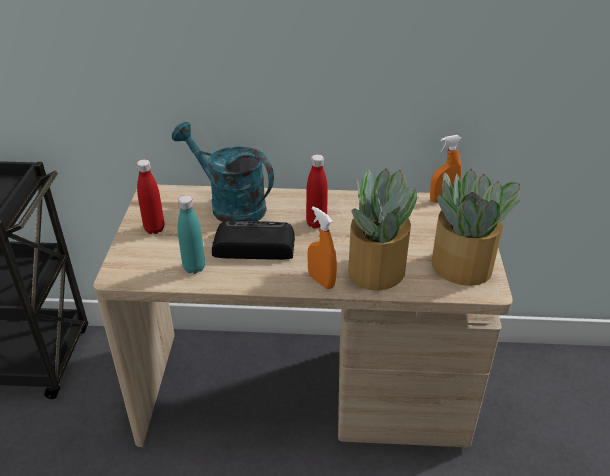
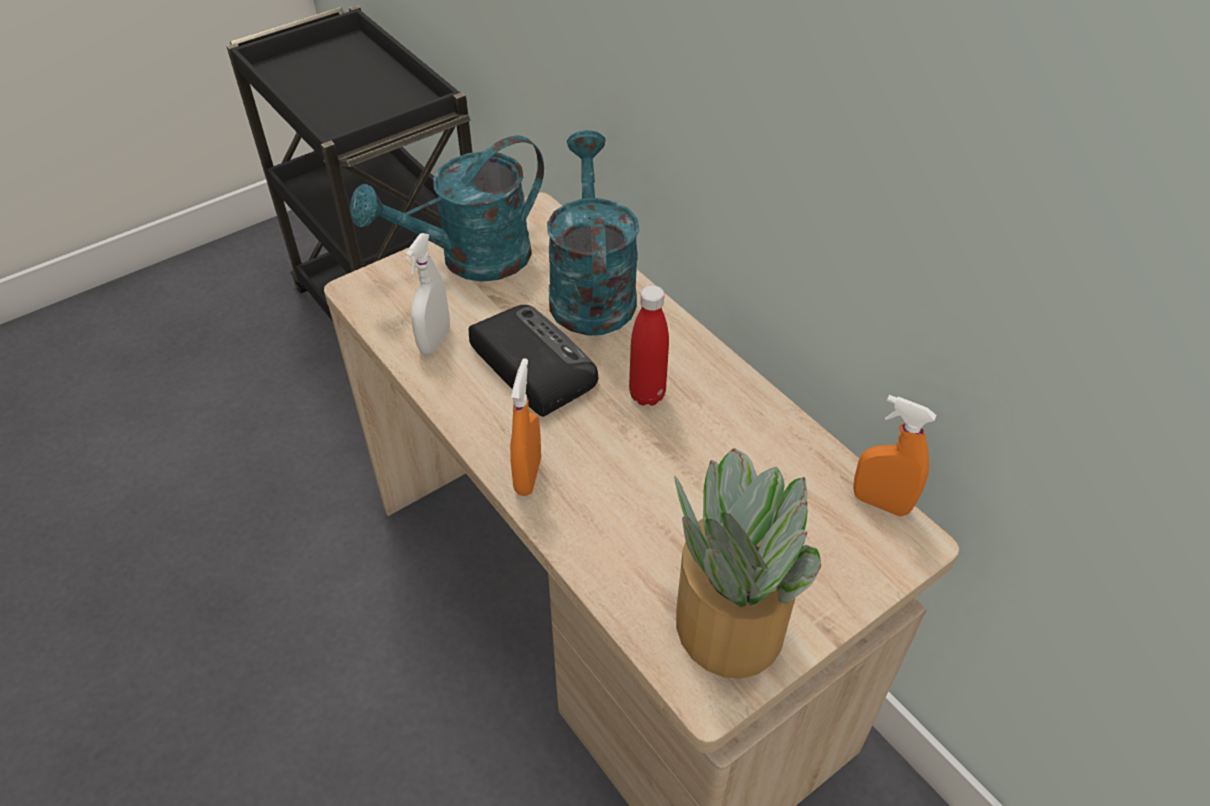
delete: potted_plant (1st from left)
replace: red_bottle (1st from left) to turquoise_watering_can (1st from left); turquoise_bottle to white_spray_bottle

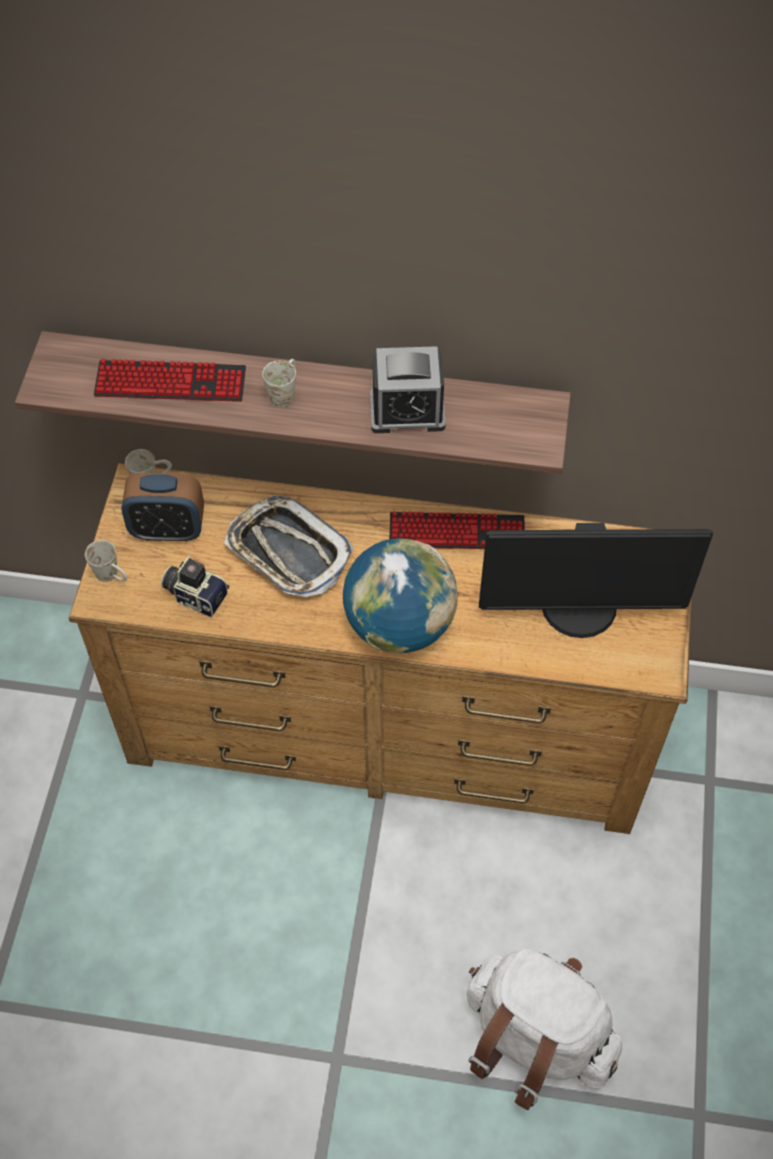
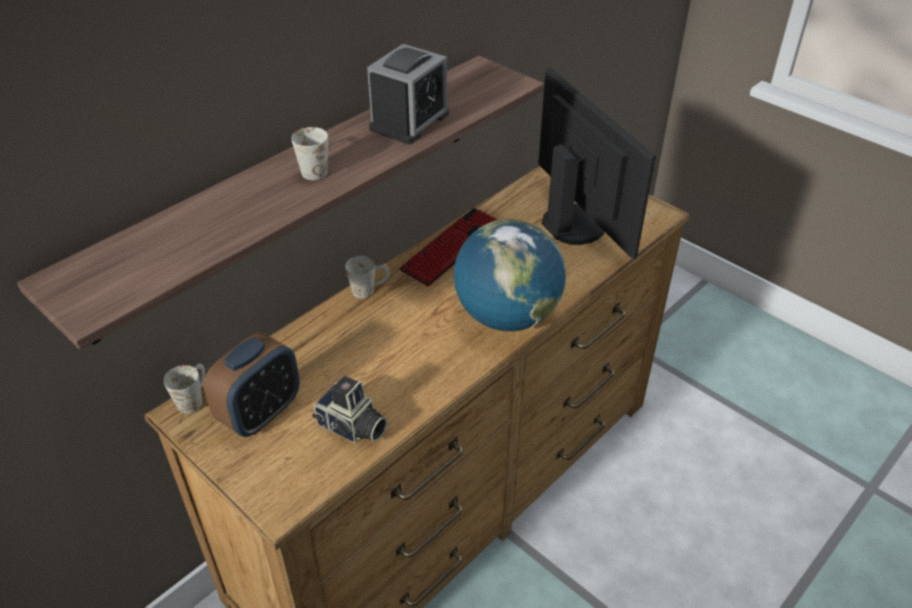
delete: keyboard (1st from left); tray; white_backpack
move: white_mug (1st from left in the first image) to white_mug (3rd from left)
rotate: monitor 60 degrees counterclockwise; photo_camera 120 degrees counterclockwise

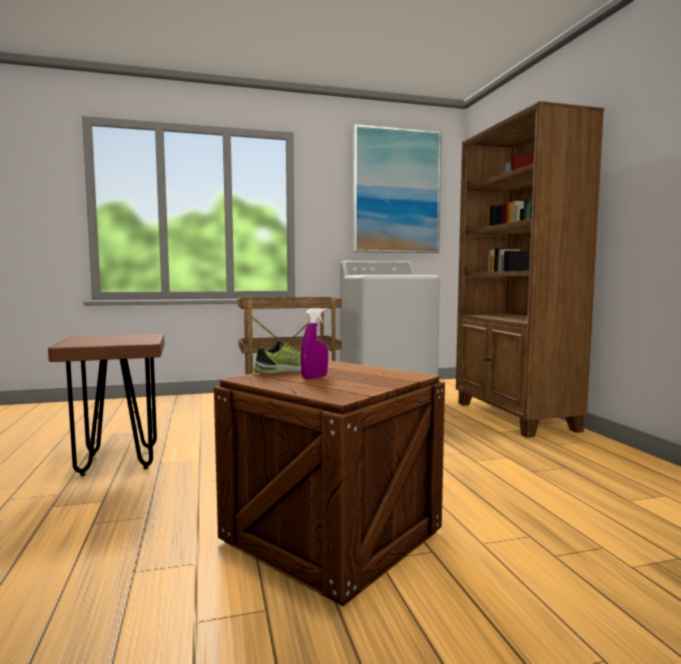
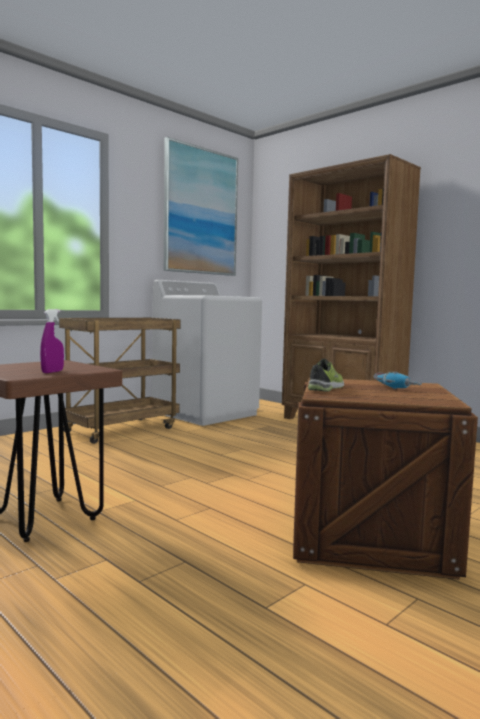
insert: power_drill
move: purple_spray_bottle

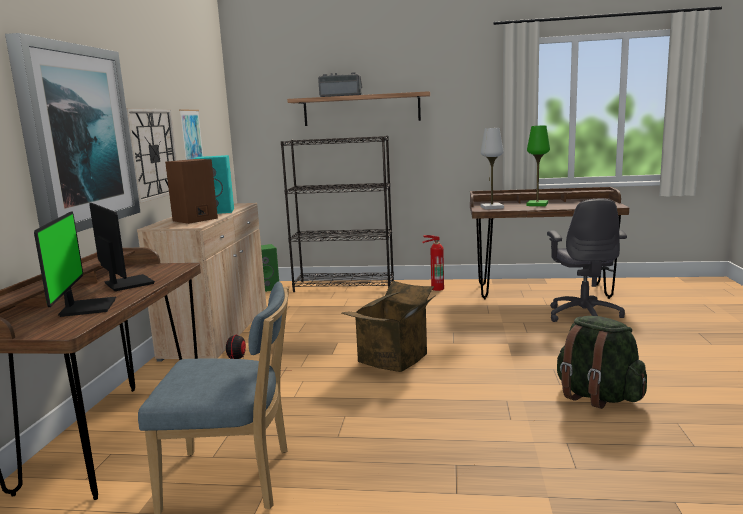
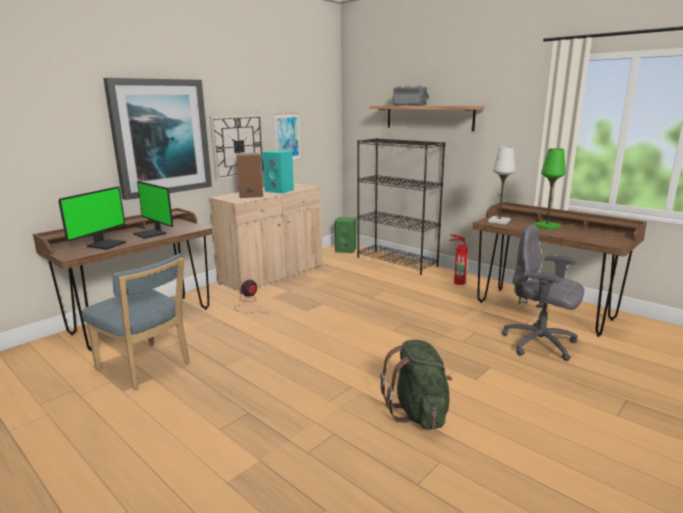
delete: cardboard_box
rotate: grey_office_chair 90 degrees clockwise; monitor (2nd from left) 135 degrees clockwise

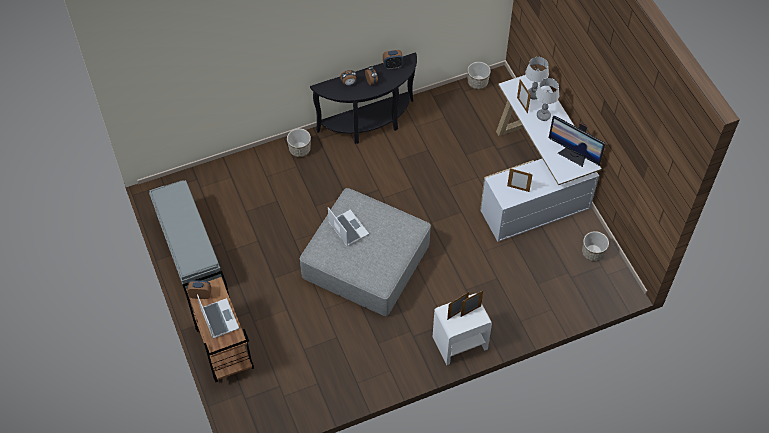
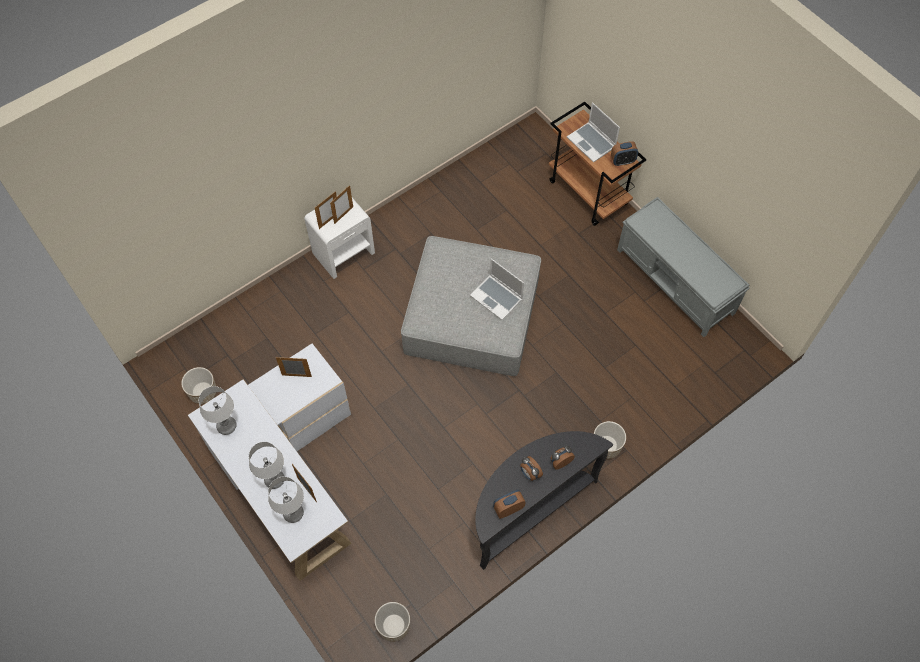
replace: monitor to table_lamp (1st from left)

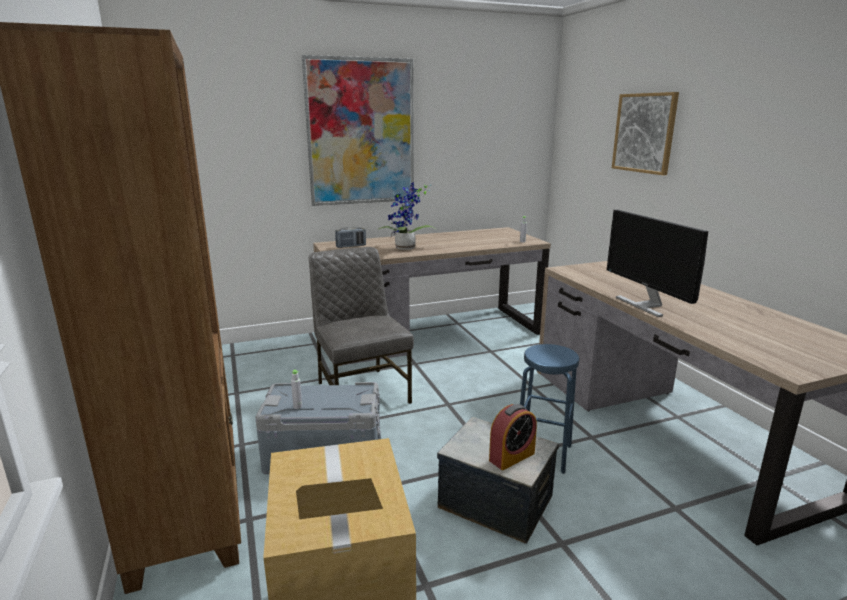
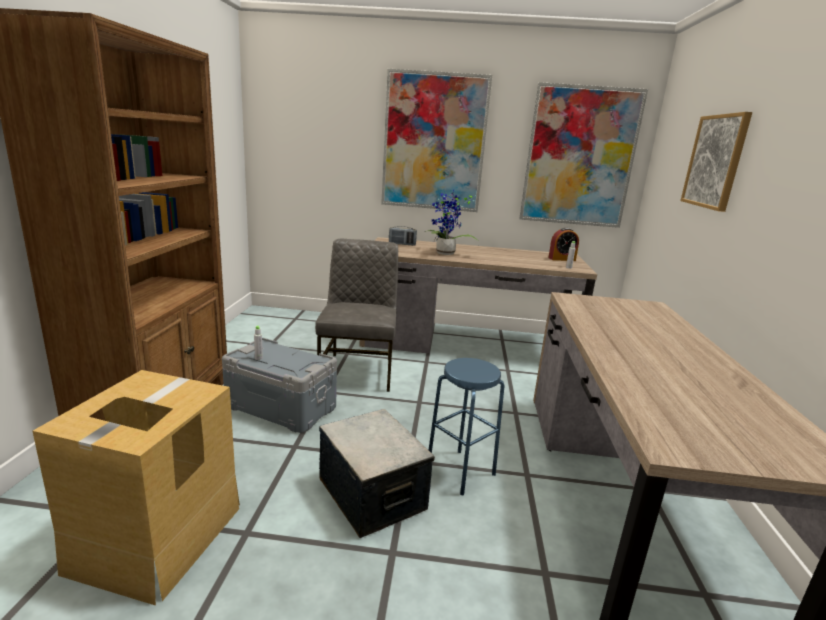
delete: monitor
insert: picture (2nd from left)
move: alarm_clock

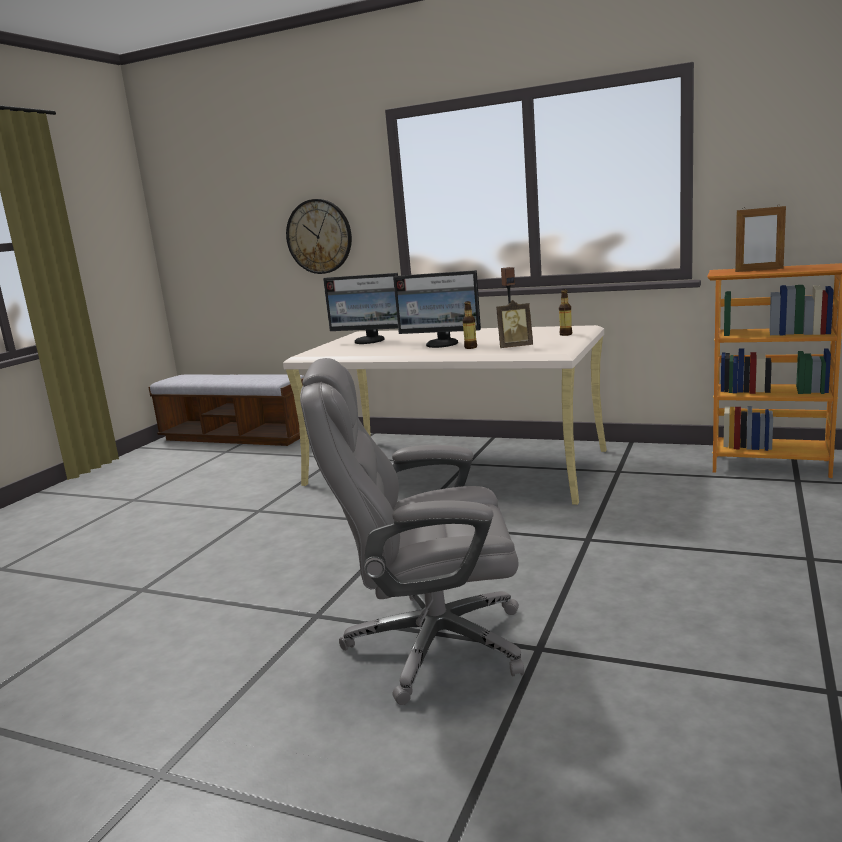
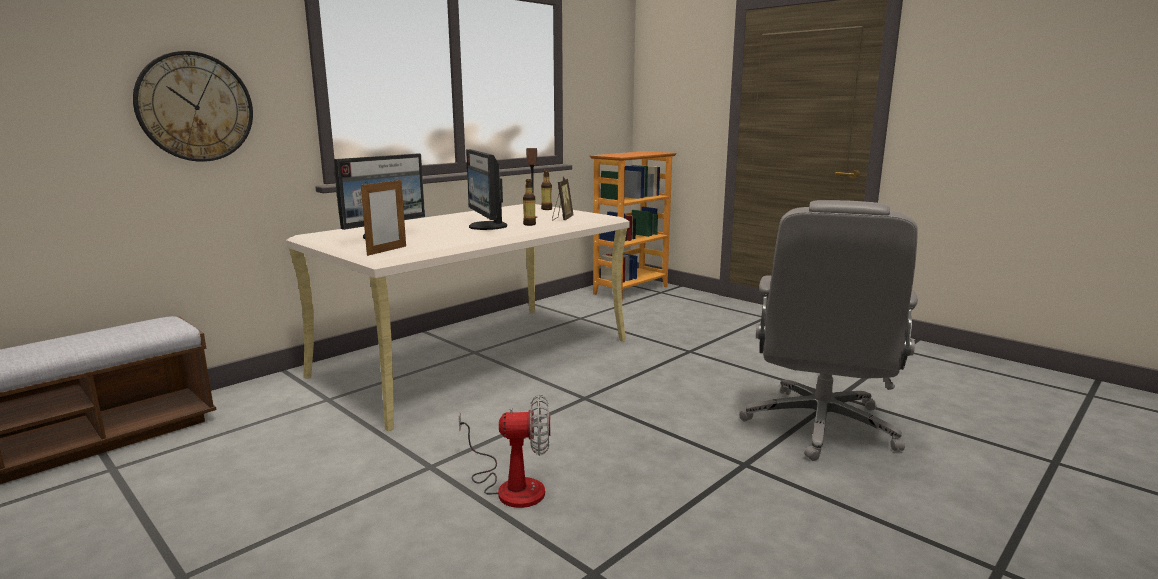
insert: fan
move: picture_frame (2nd from left in the first image) to picture_frame (1st from left)
rotate: monitor (2nd from left) 120 degrees clockwise

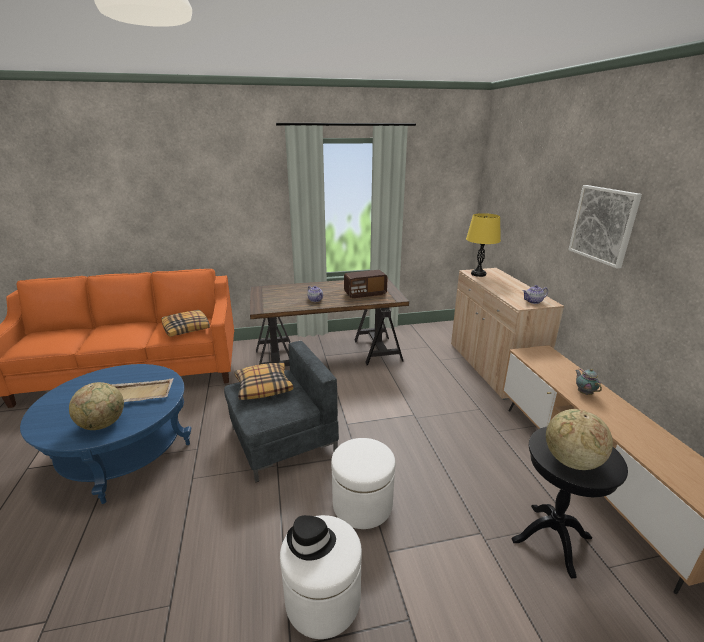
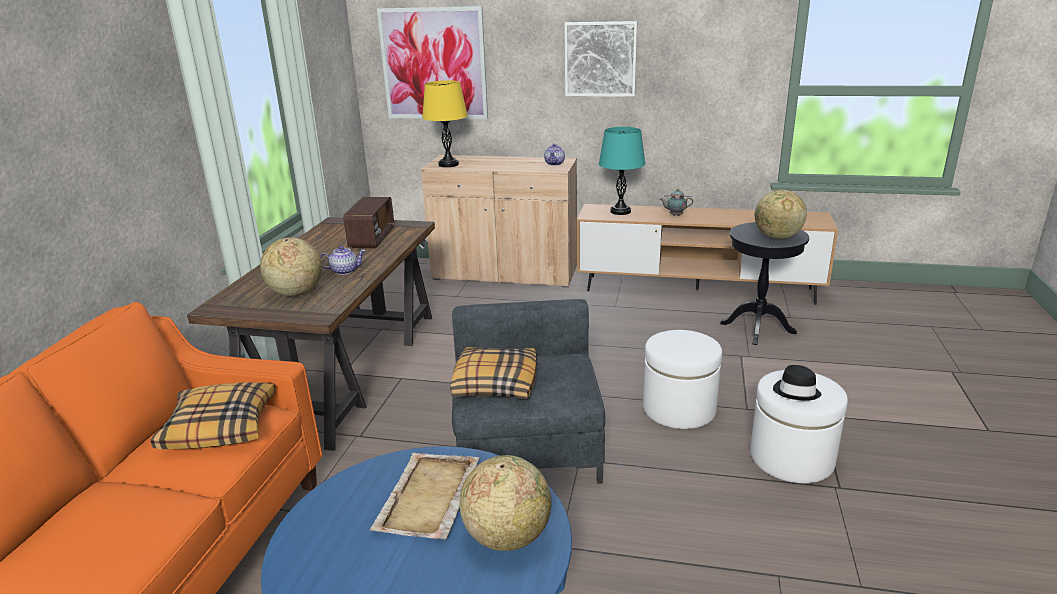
insert: picture (1st from left); turquoise_table_lamp; globe (1st from left)

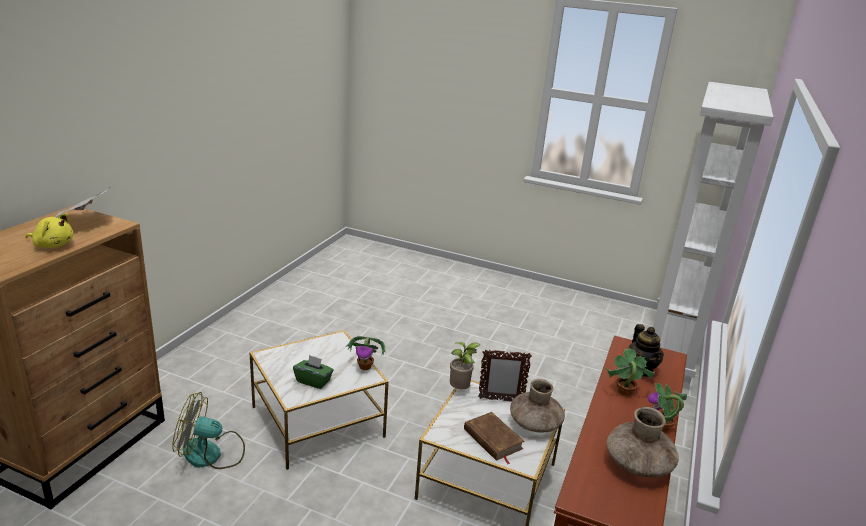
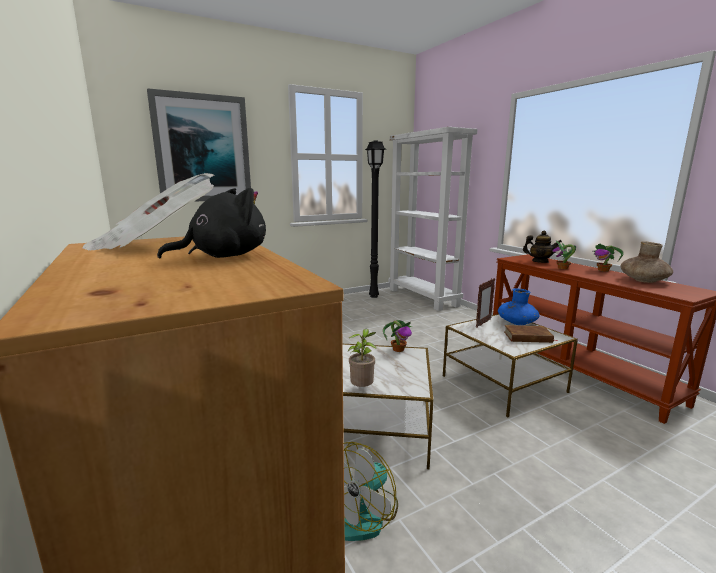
delete: green_tissue_box
insert: picture; black_floor_lamp
move: potted_plant (2nd from left in the first image) to potted_plant (1st from left)
recolor: yellow_plush_toy to black_plush_toy; brown_vase (1st from left) to blue_vase

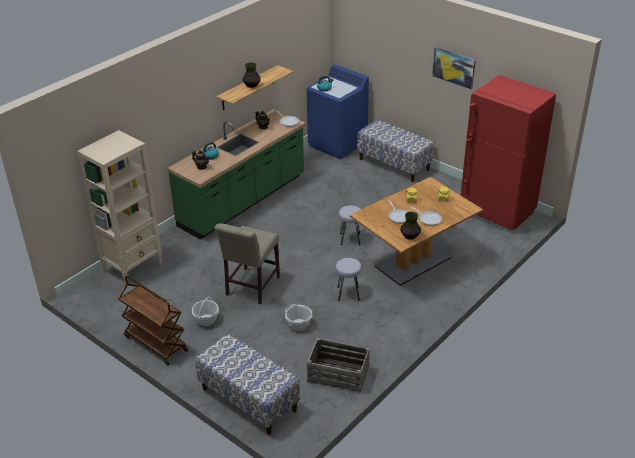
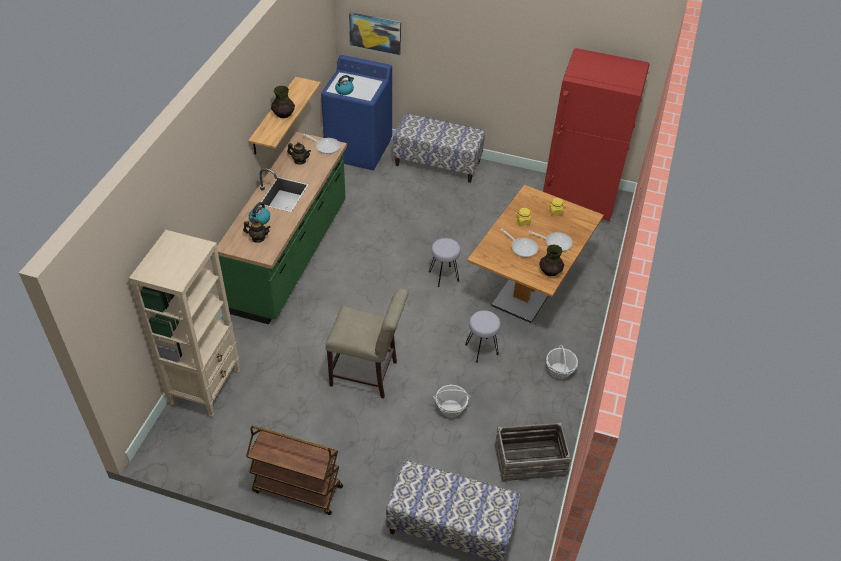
move: picture; basket (1st from left in the first image) to basket (2nd from left)
rotate: beige_chair 75 degrees counterclockwise

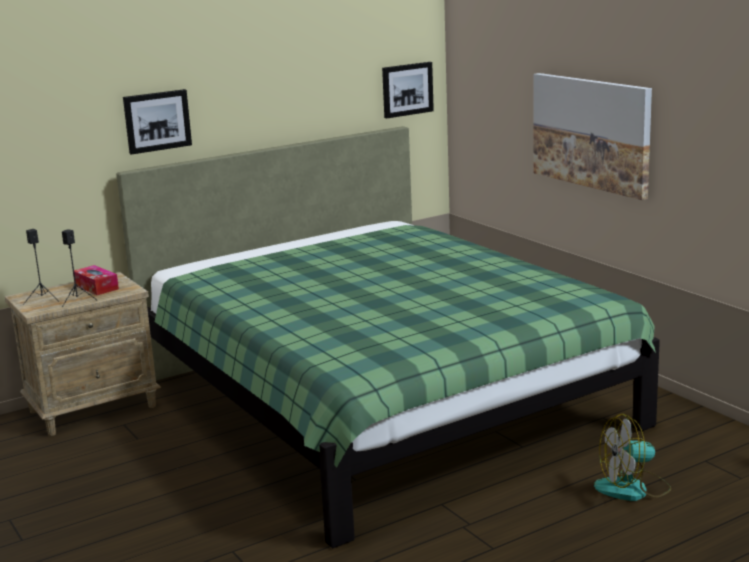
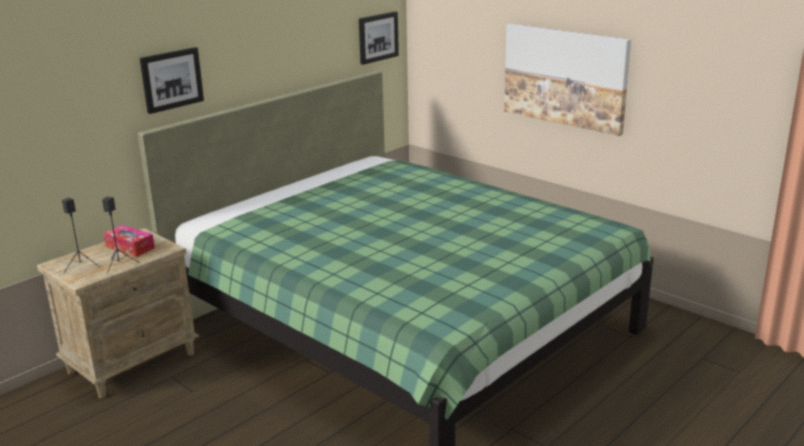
delete: fan

